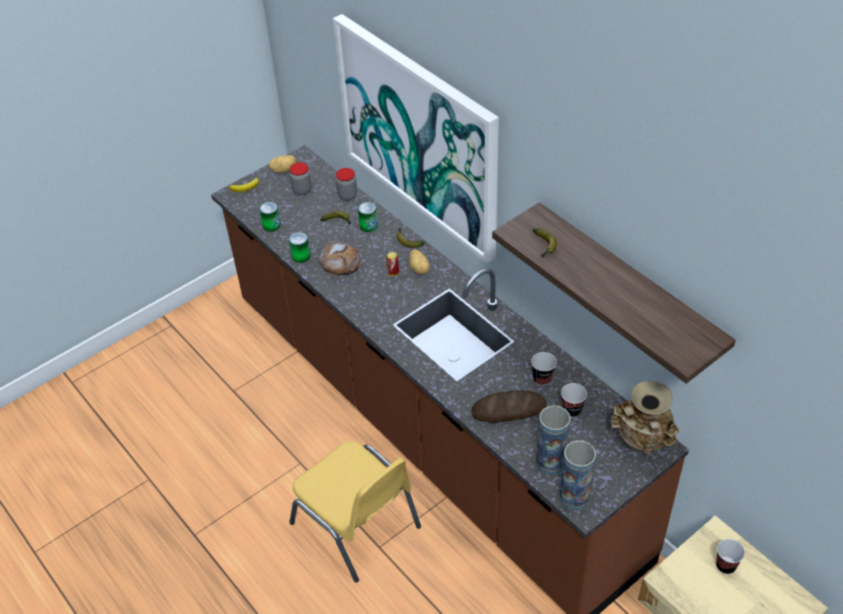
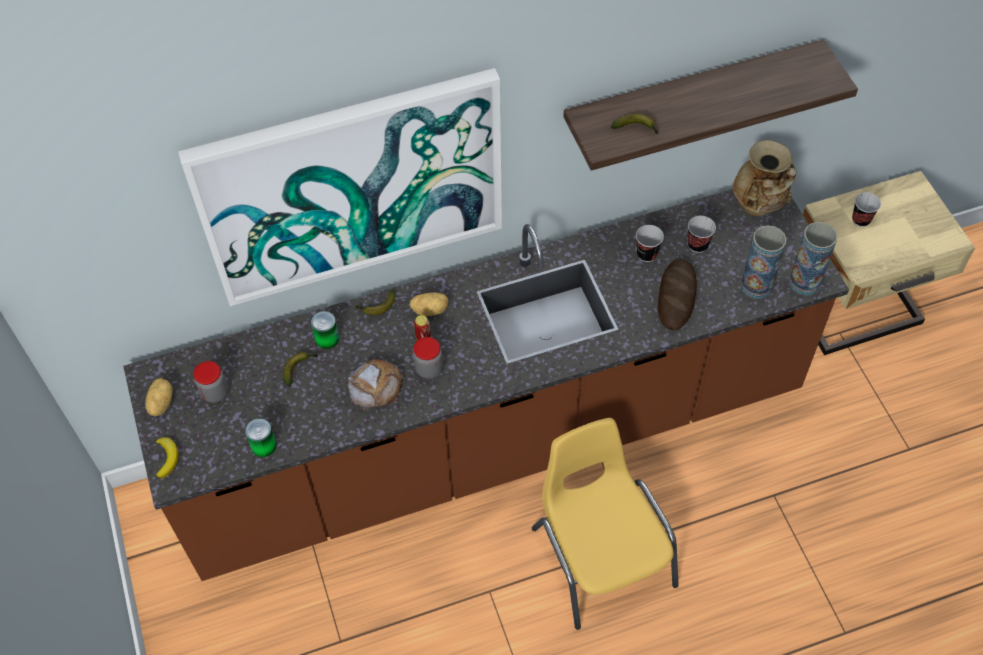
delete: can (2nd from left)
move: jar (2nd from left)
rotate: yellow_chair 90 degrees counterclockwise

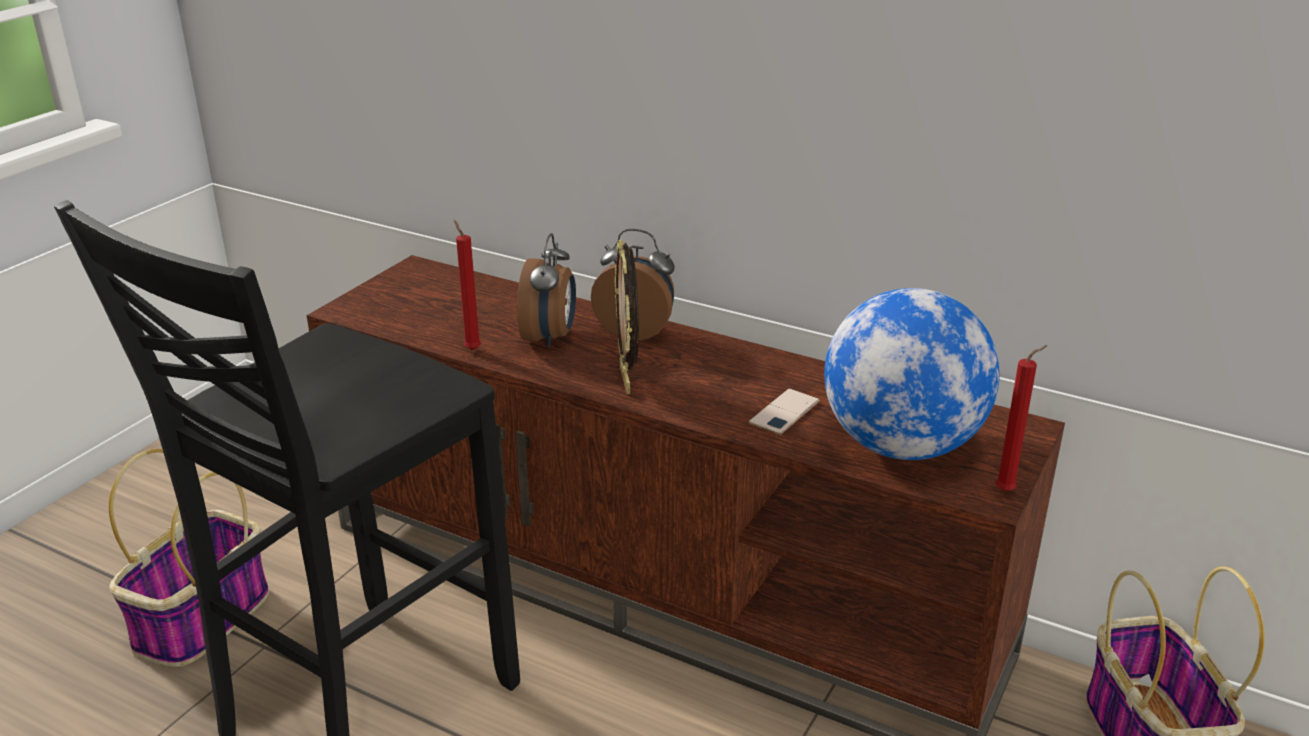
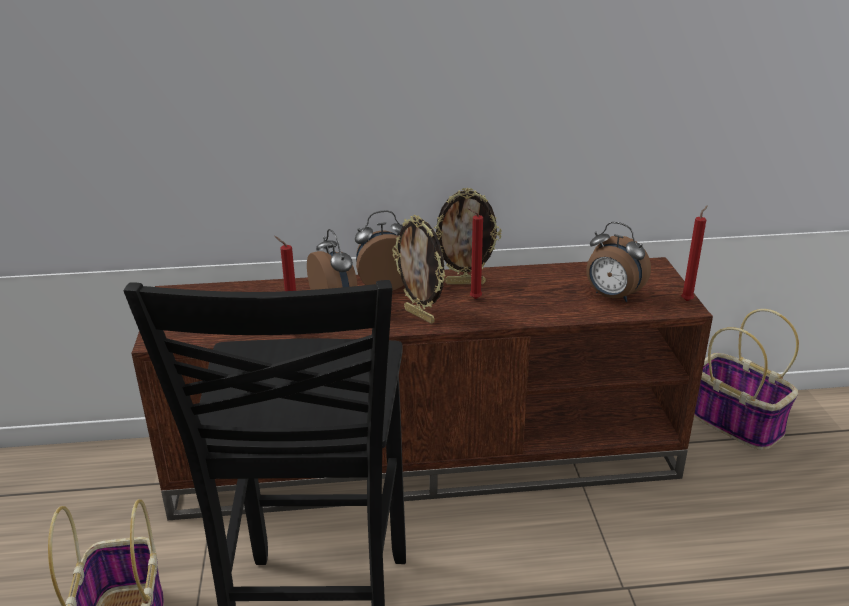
delete: phone
insert: picture_frame (2nd from left); red_candle (2nd from left)
replace: globe to alarm_clock (3rd from left)

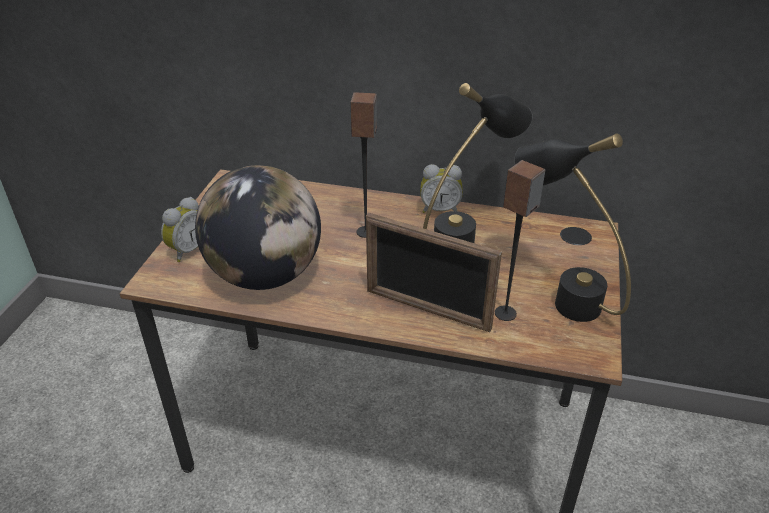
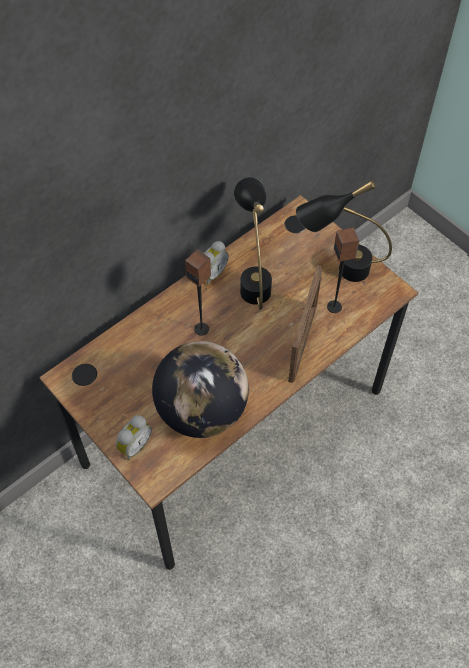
rotate: alarm_clock (1st from left) 60 degrees clockwise; picture_frame 45 degrees counterclockwise

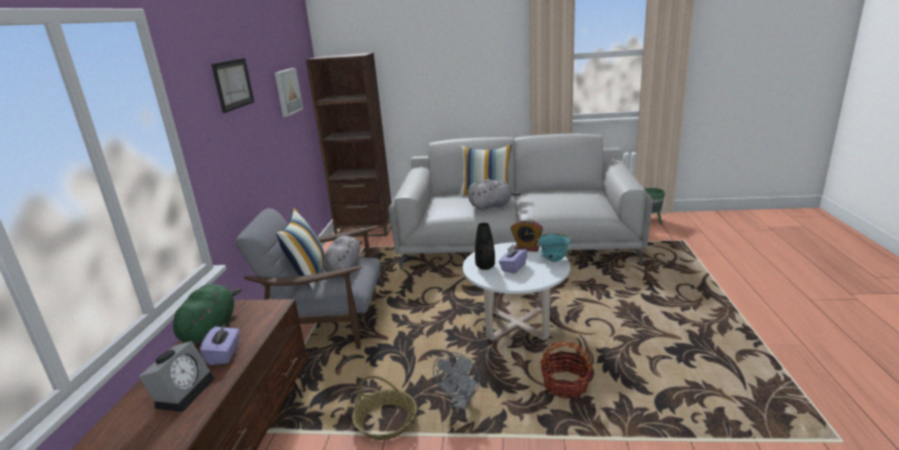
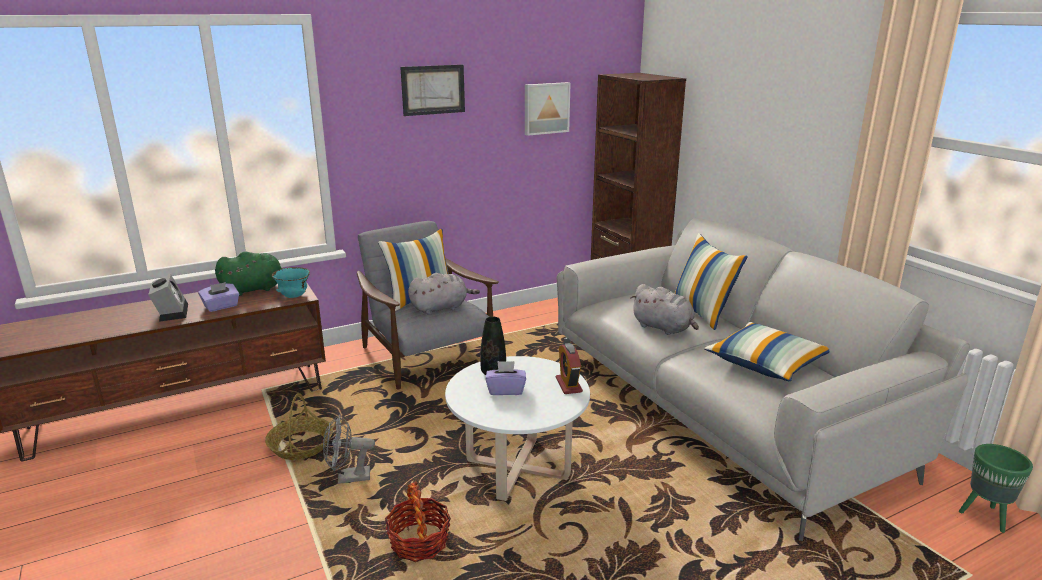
insert: pillow (3rd from left)
move: turquoise_bowl
rotate: alarm_clock (1st from left) 90 degrees counterclockwise

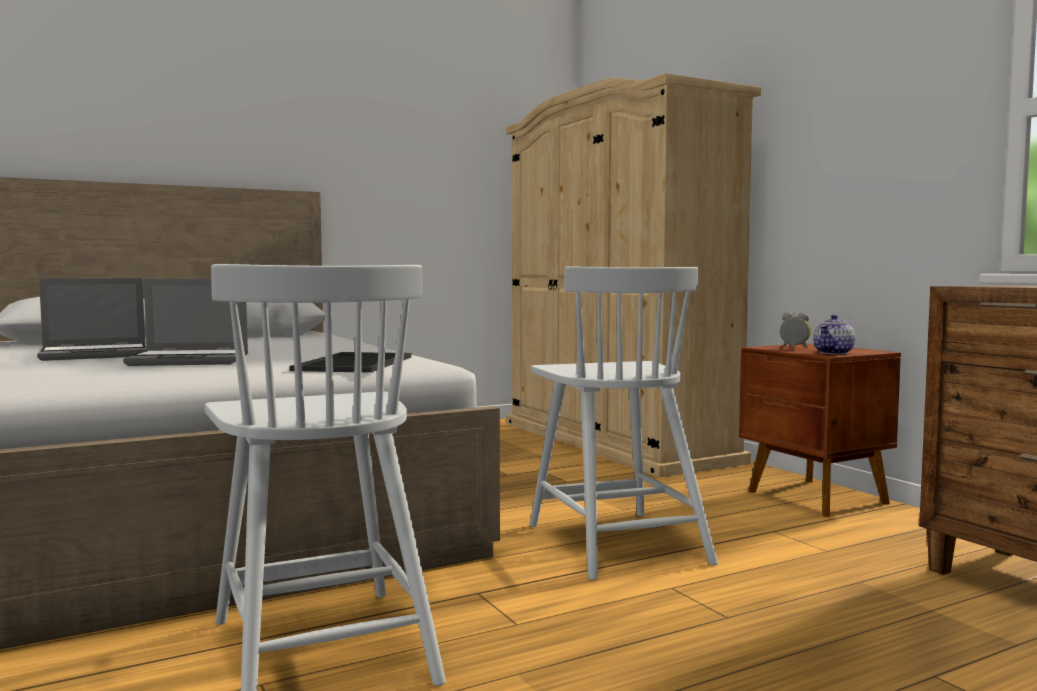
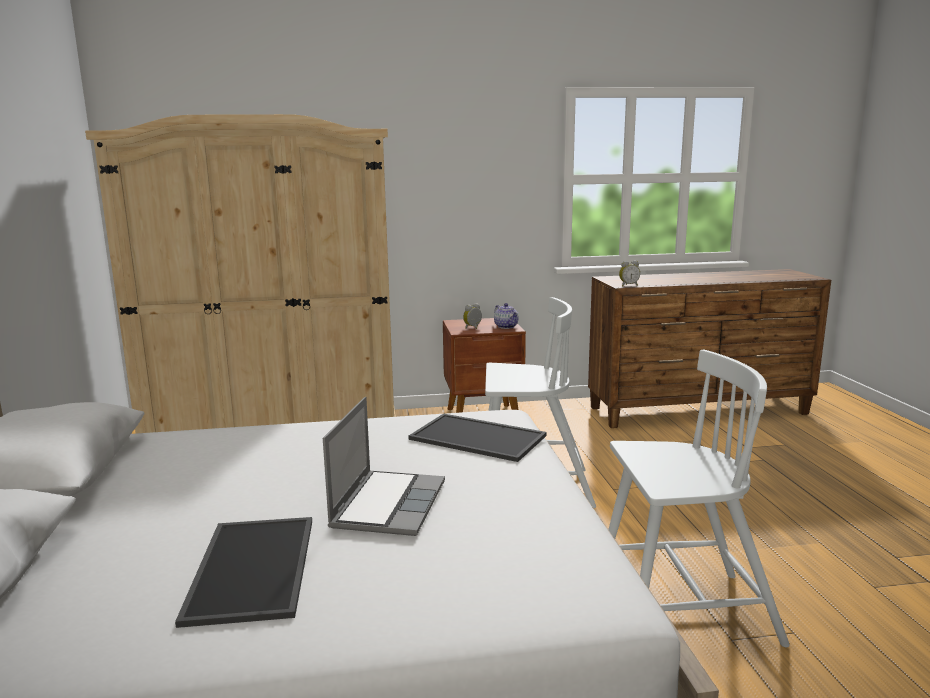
insert: alarm_clock (2nd from left)
replace: laptop (1st from left) to tray (1st from left)

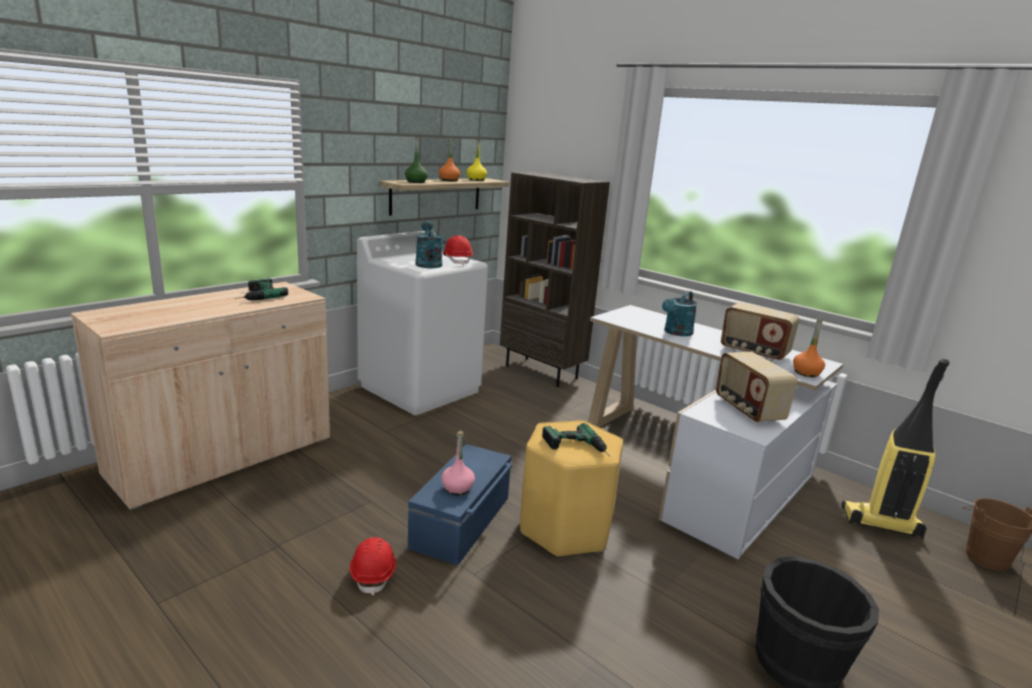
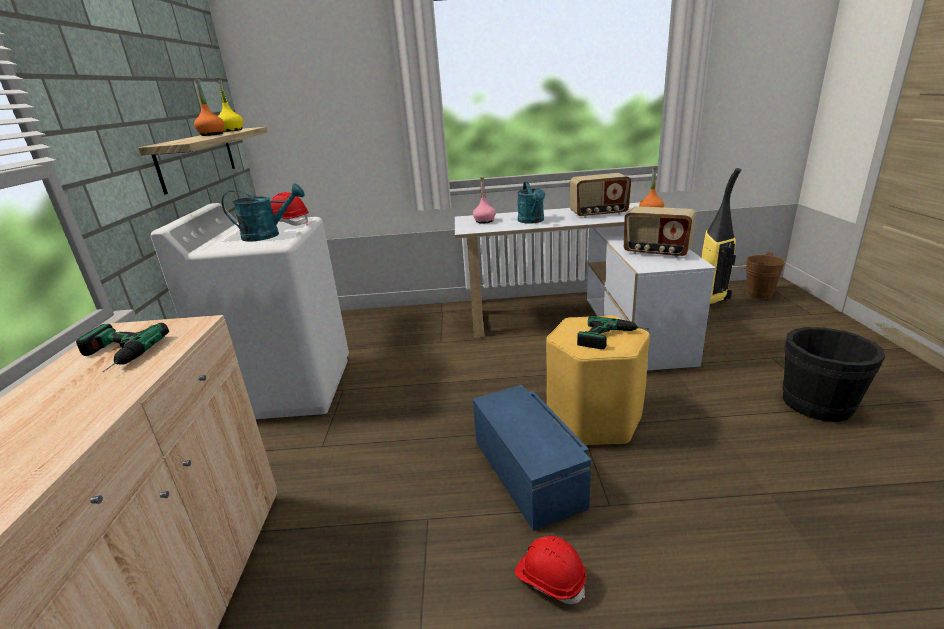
delete: green_bottle; brown_bookcase
move: pink_bottle
rotate: turquoise_watering_can (1st from left) 135 degrees clockwise

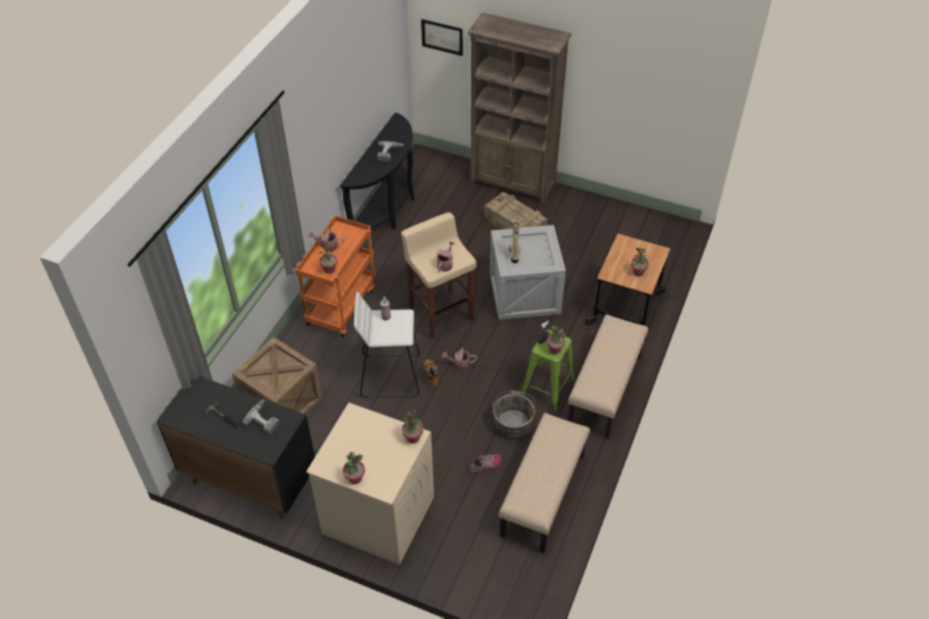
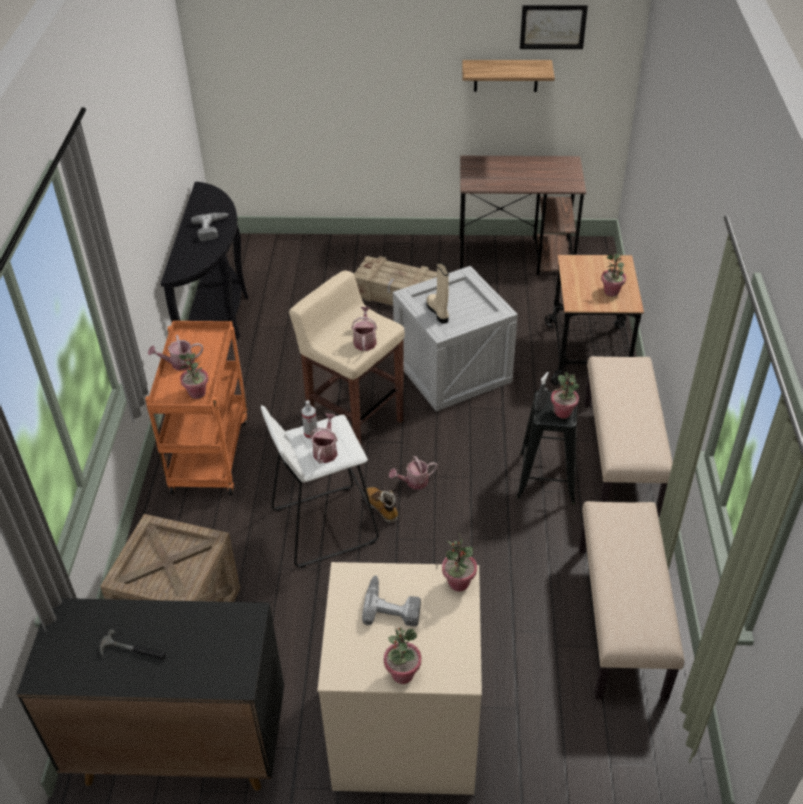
delete: brown_bookcase; grey_bucket; shoe
insert: shelf; brown_desk; watering_can (2nd from left)
move: picture; power_drill (1st from left in the first image) to power_drill (2nd from left)
recolor: green_stool to black_stool

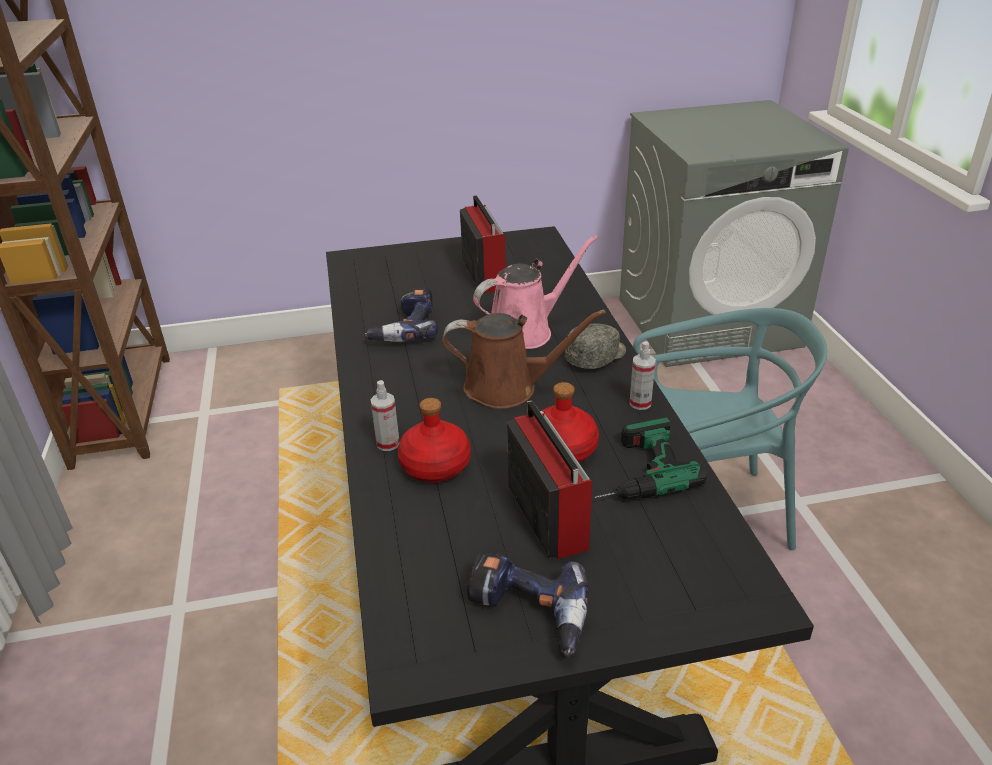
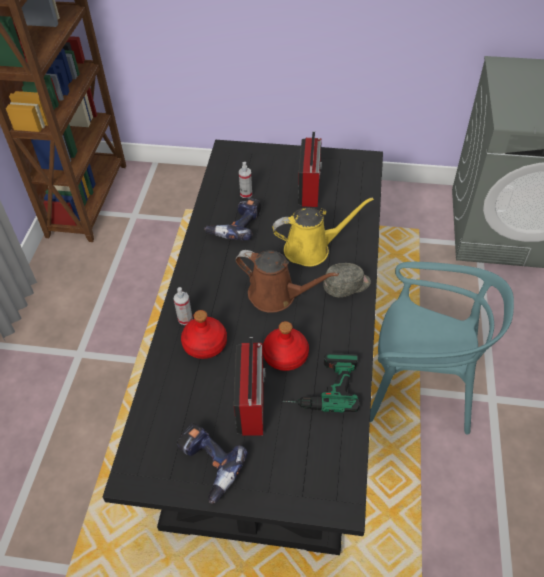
move: spray_bottle (2nd from left)
recolor: pink_watering_can to yellow_watering_can

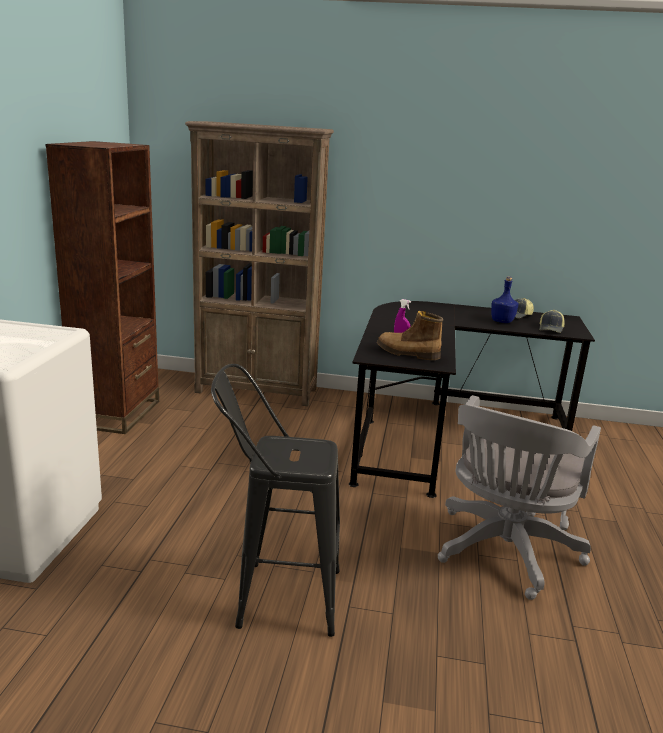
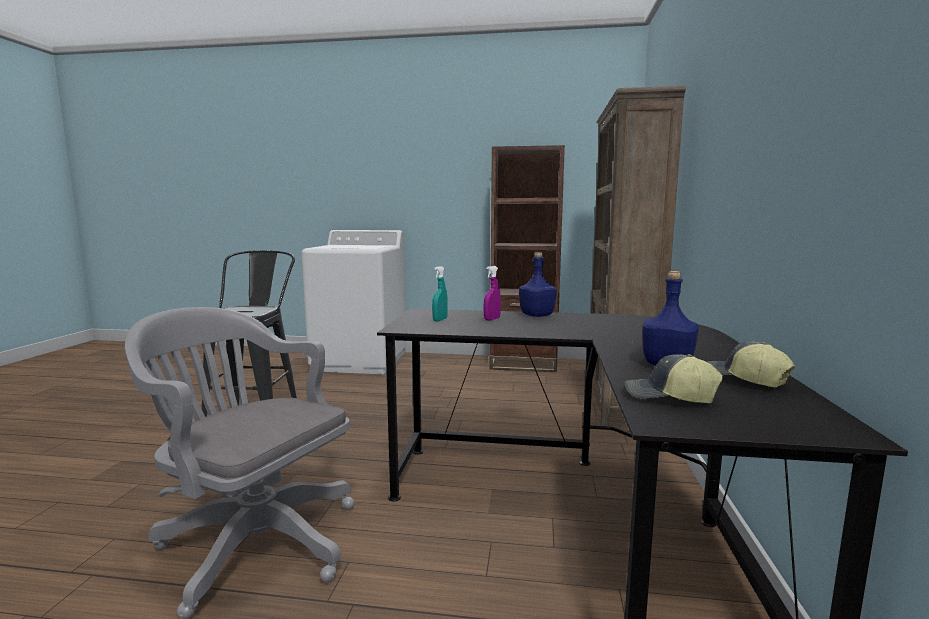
insert: blue_bottle (1st from left)
replace: boot to turquoise_spray_bottle

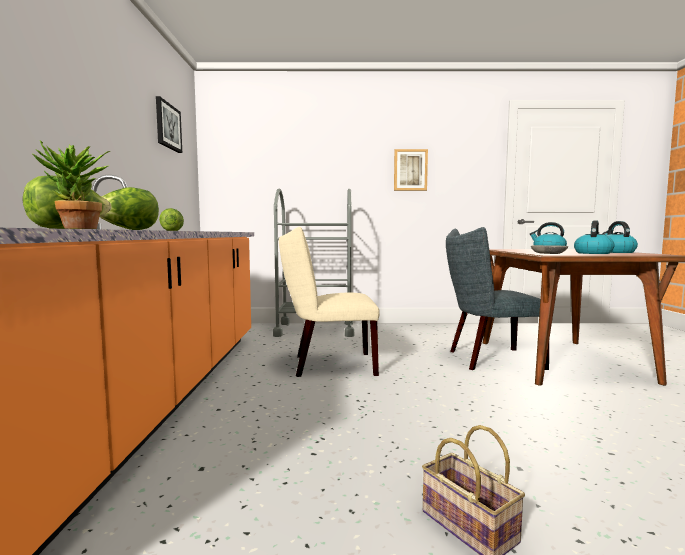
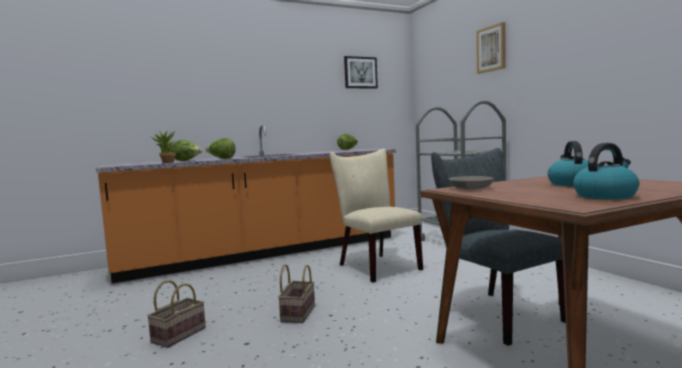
delete: kettle (2nd from left)
insert: basket (2nd from left)
move: picture (2nd from left)

